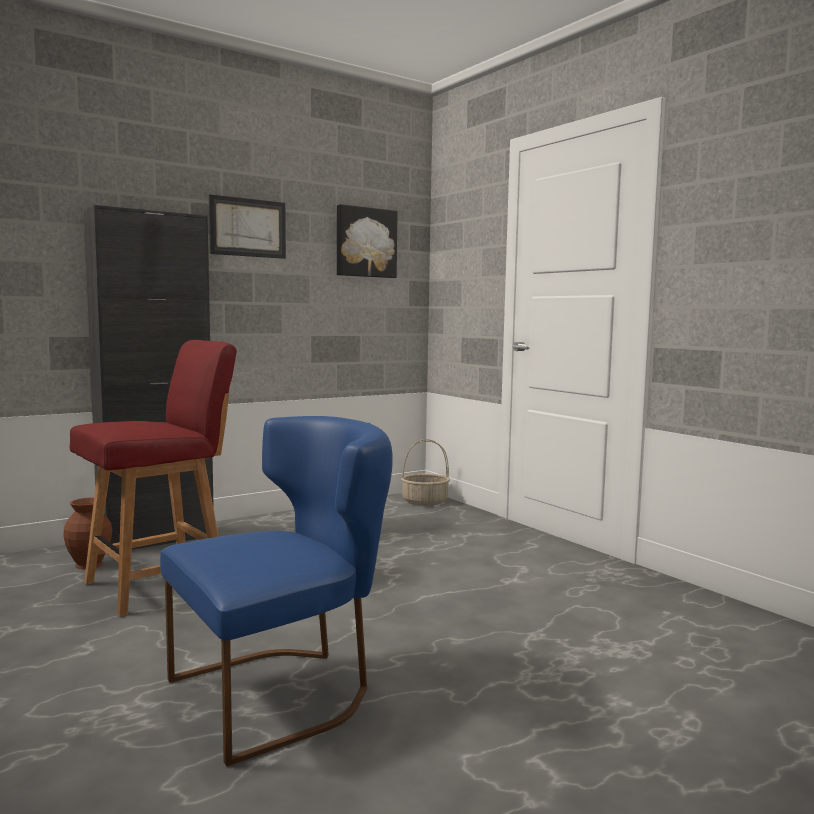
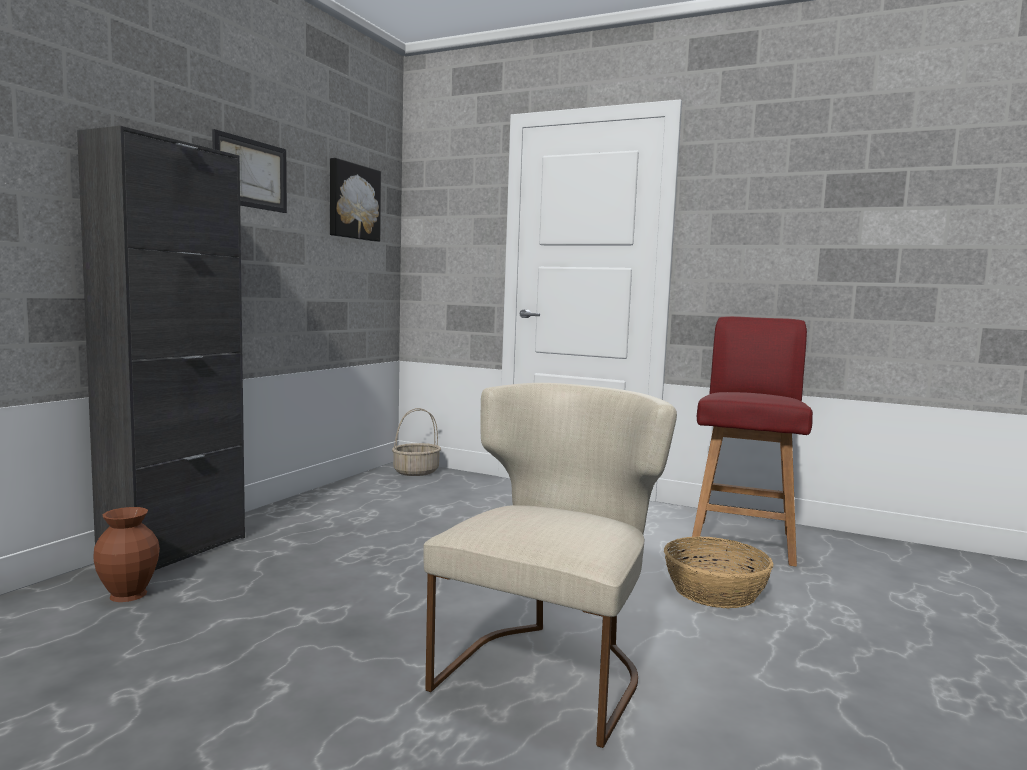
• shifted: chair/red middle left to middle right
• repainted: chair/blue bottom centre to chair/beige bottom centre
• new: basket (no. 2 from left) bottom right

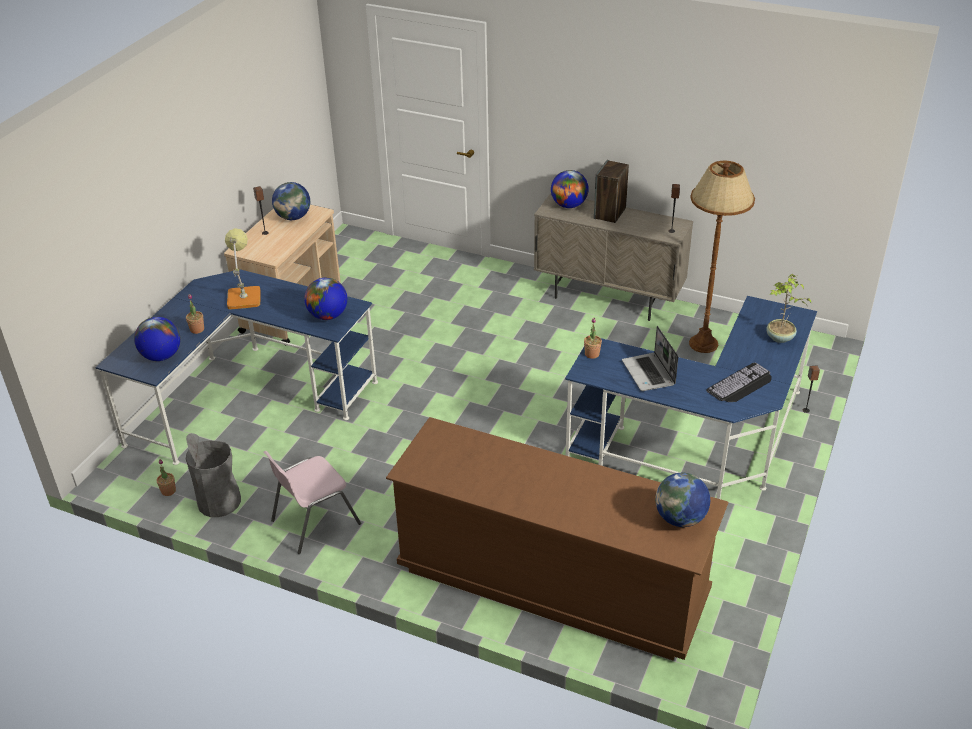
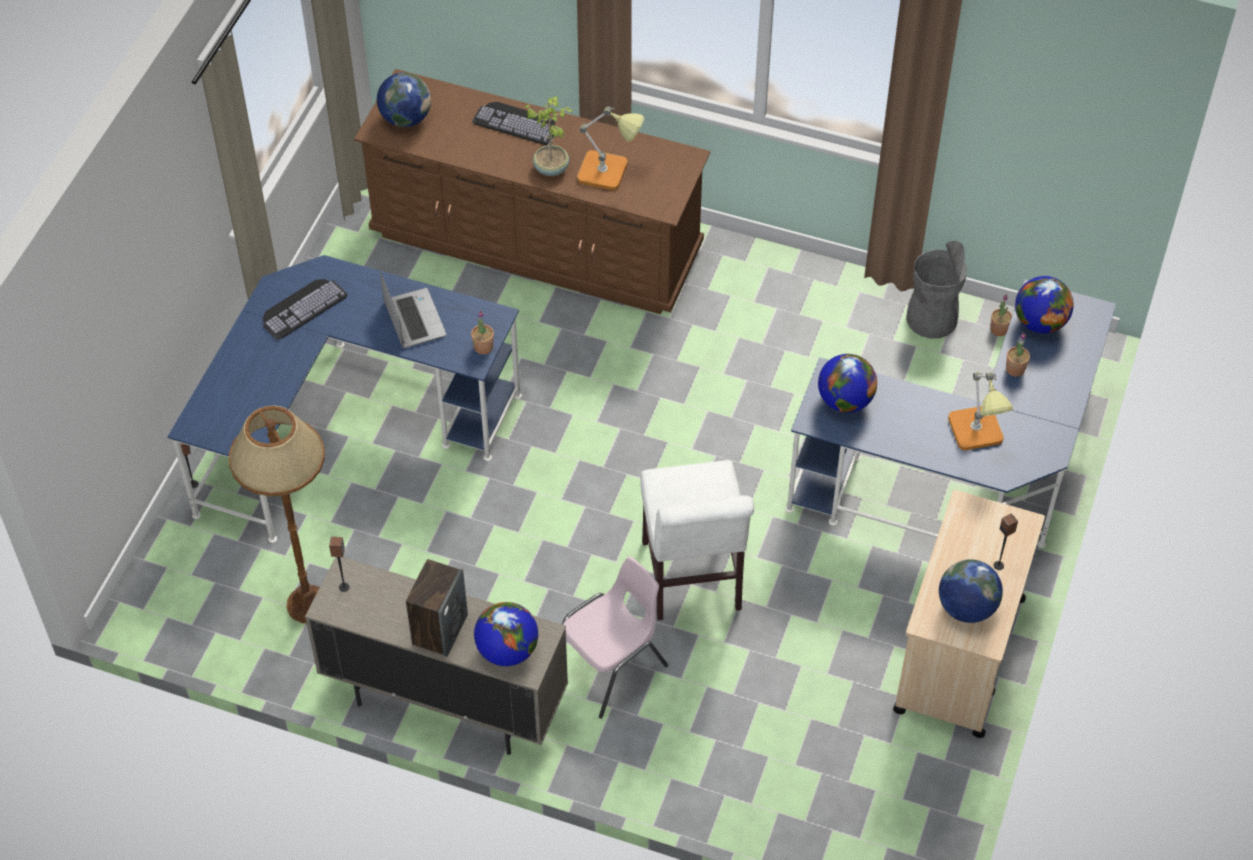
• shifted: potted plant (no. 4 from left in the first image) middle right to potted plant (no. 2 from left) top centre
• shifted: chair/pink bottom left to bottom centre
• new: keyboard (no. 2 from left) top centre
• new: table lamp (no. 1 from left) top centre
• new: chair/white centre

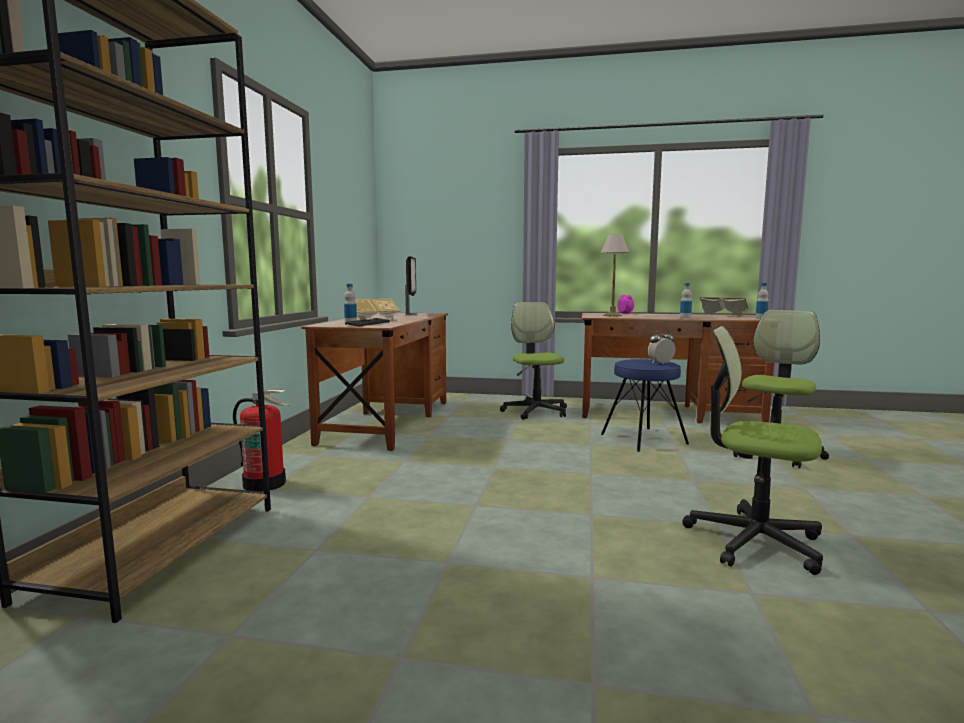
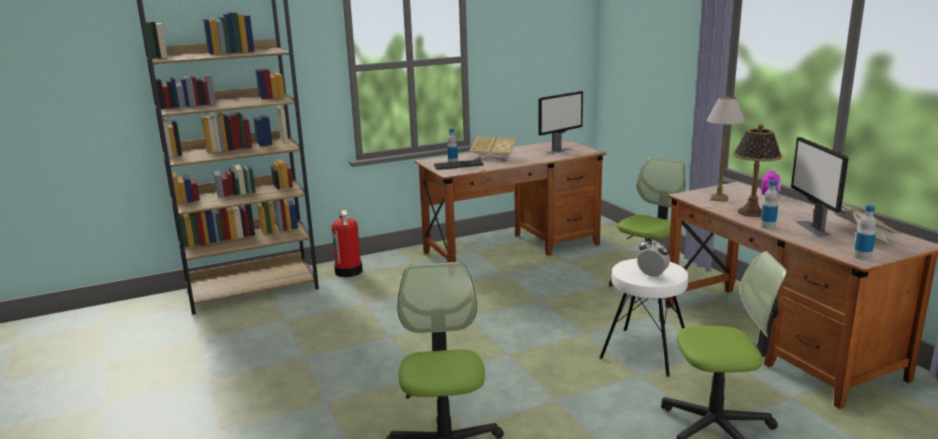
• repainted: stool/blue middle right to stool/white bottom right
• new: table lamp (no. 2 from left) middle right
• new: monitor (no. 2 from left) middle right

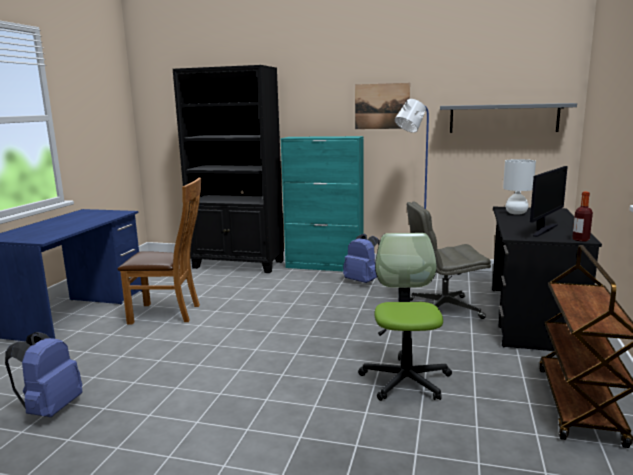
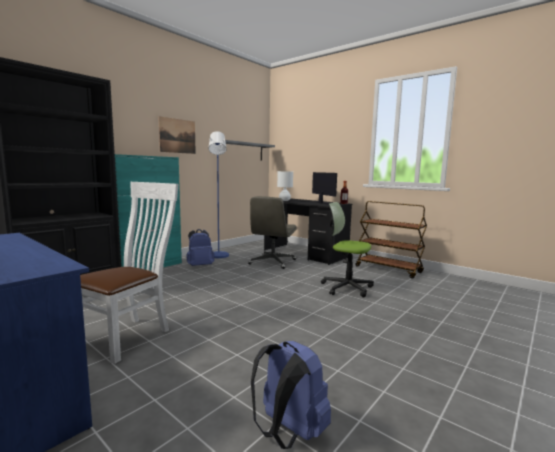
• repainted: chair/brown middle left to chair/white middle left

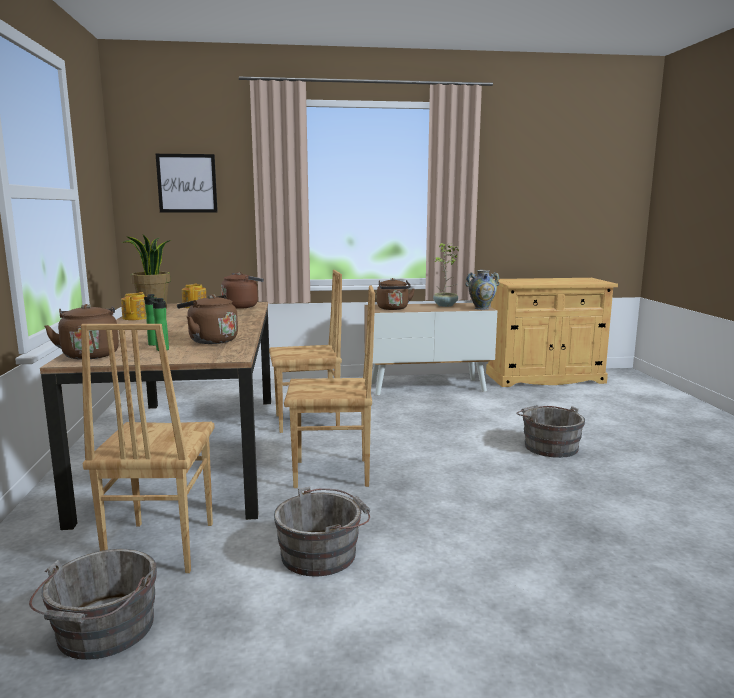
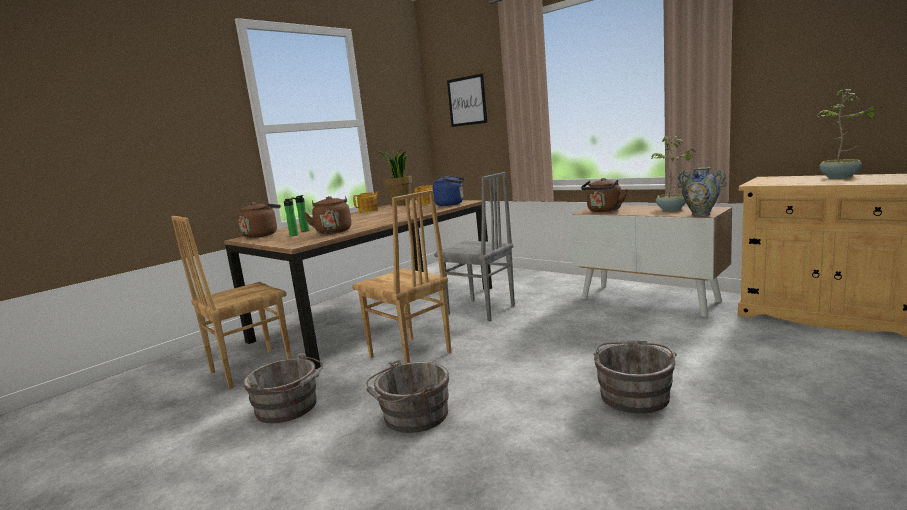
• repainted: chair/brown (no. 2 from left) centre to chair/grey centre
• repainted: kettle/brown (no. 3 from left) middle left to kettle/blue centre
• shifted: bucket/grey (no. 1 from left in the first image) bottom left to bucket/grey (no. 2 from left) bottom centre
• new: potted plant (no. 3 from left) top right

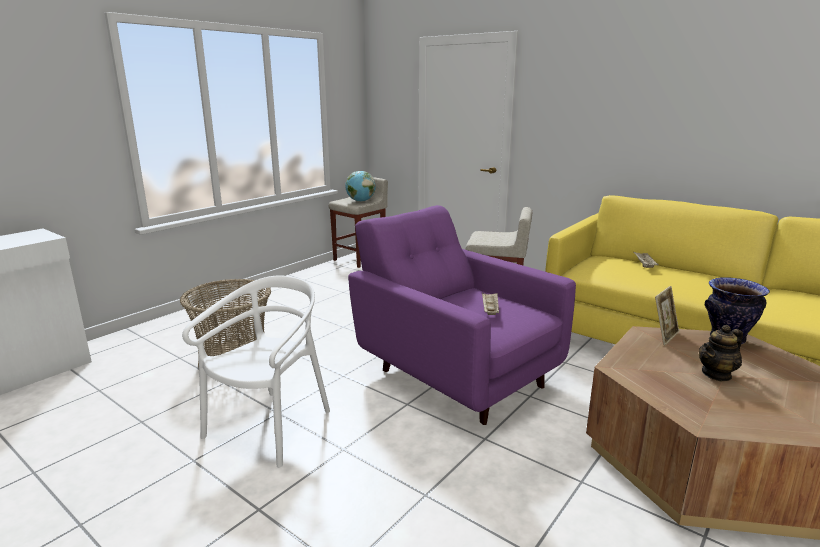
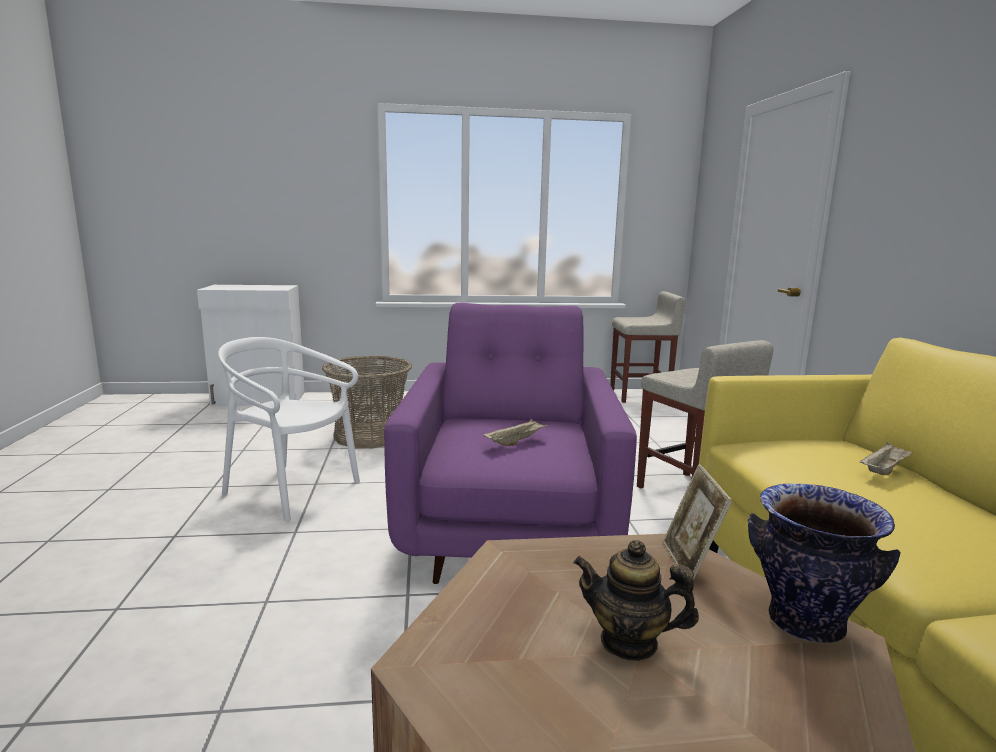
• gone: globe centre
• rotated: chair/white bottom left = middle left 135 degrees counterclockwise
• rotated: picture frame middle right = bottom right 90 degrees clockwise

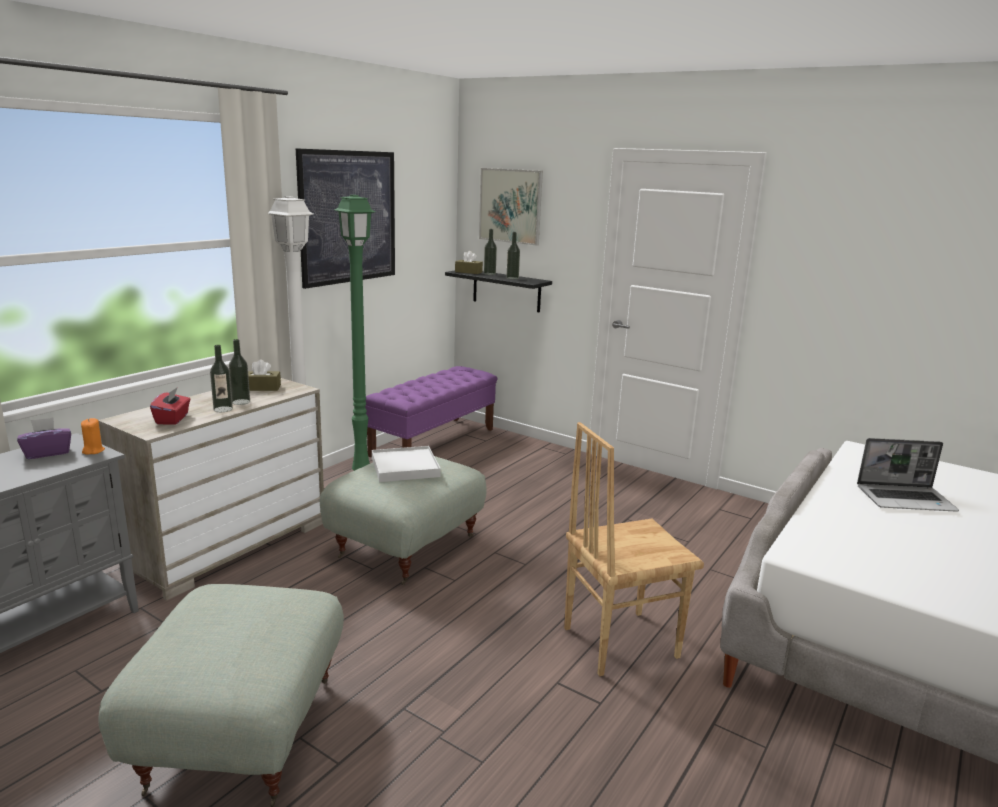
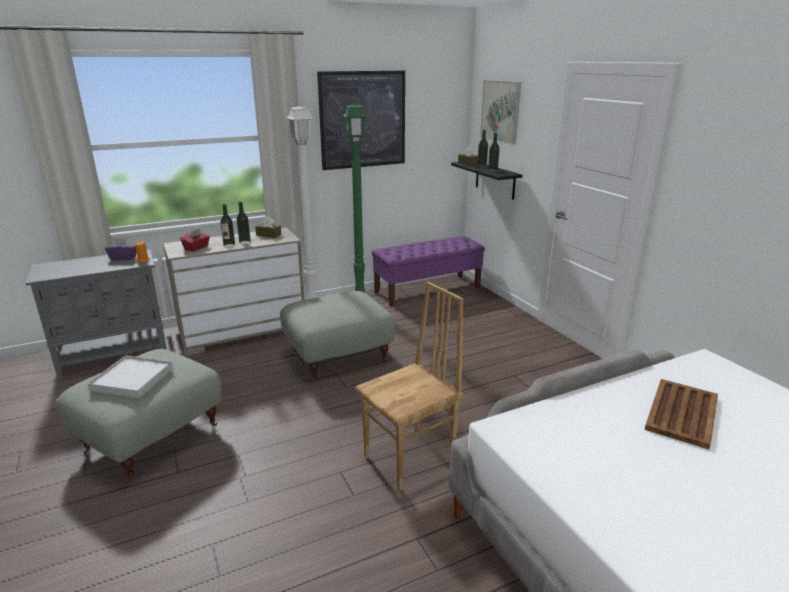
• rotated: chair/brown bottom centre = centre 135 degrees clockwise
• swapped: laptop middle right to tray/brown bottom right
• shifted: tray/white centre to middle left

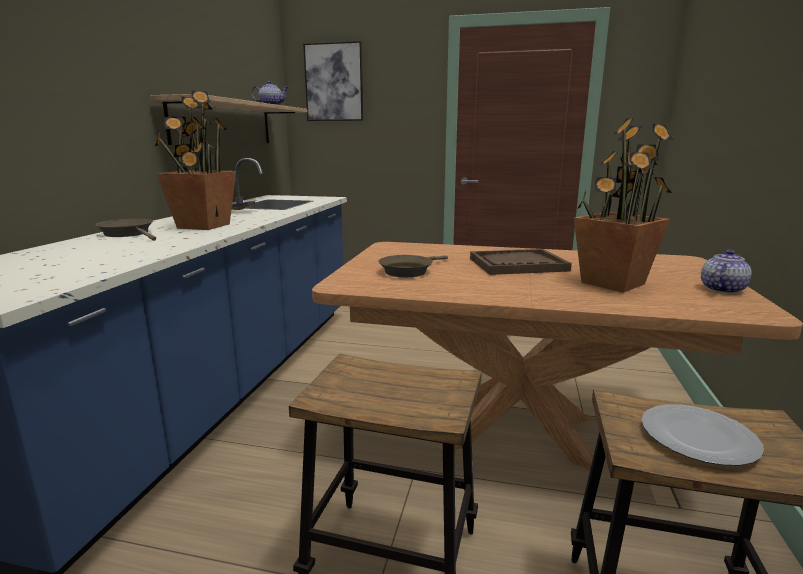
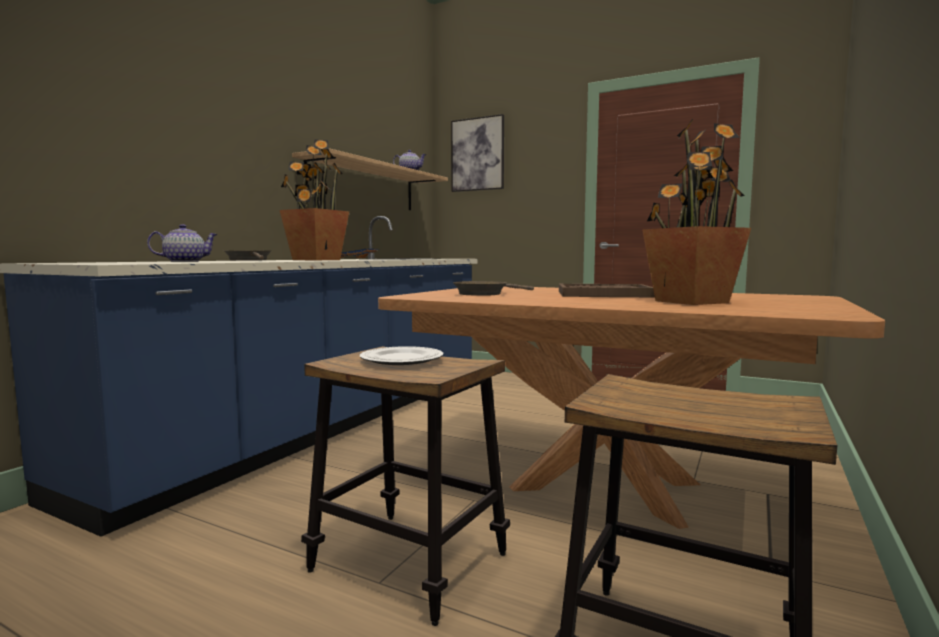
• shifted: teapot (no. 2 from left in the first image) middle right to teapot (no. 1 from left) middle left
• shifted: plate bottom right to centre

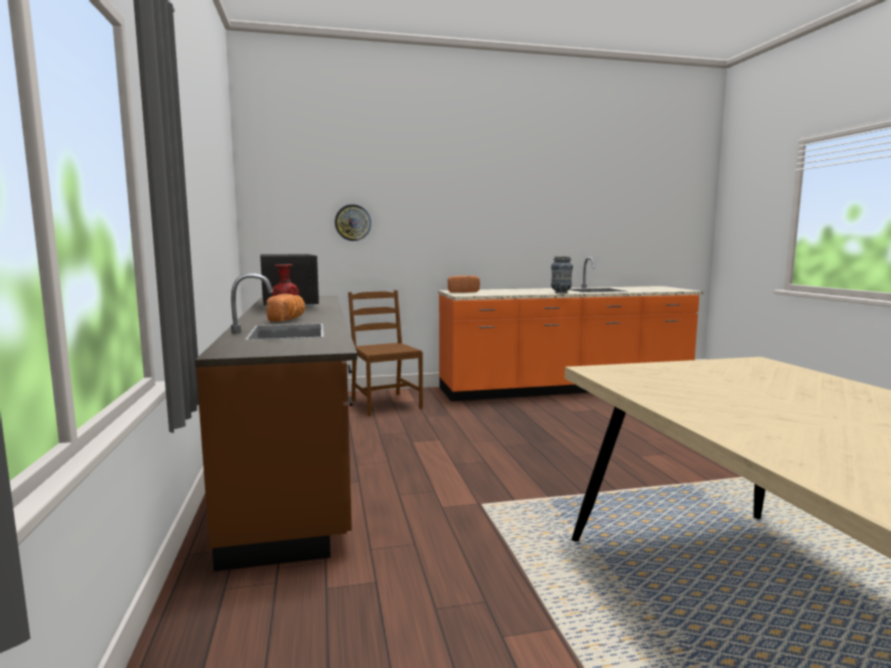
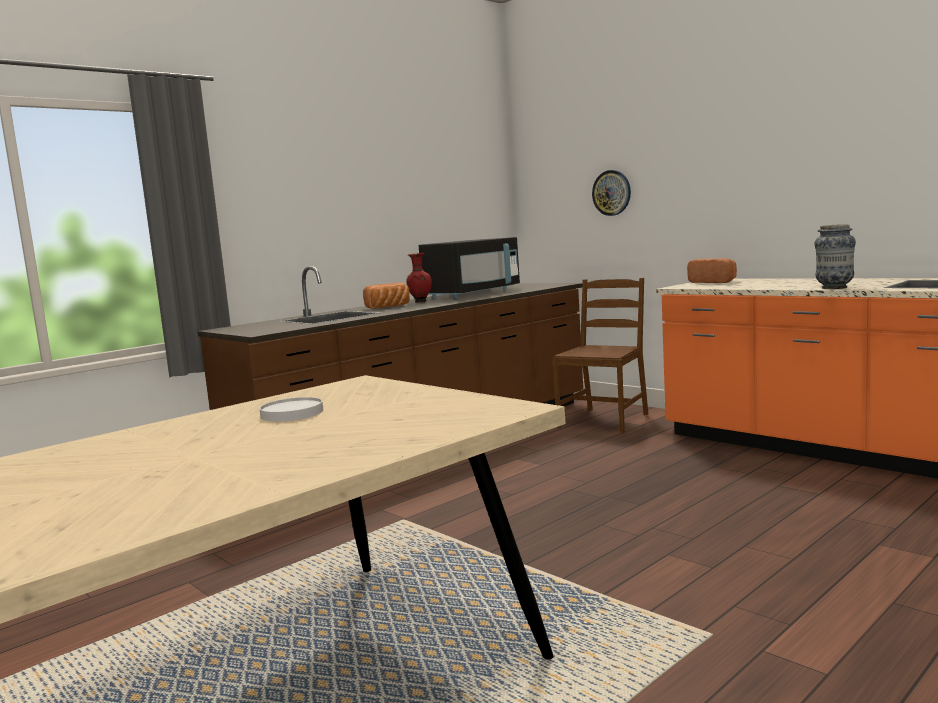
• new: plate/white middle left

